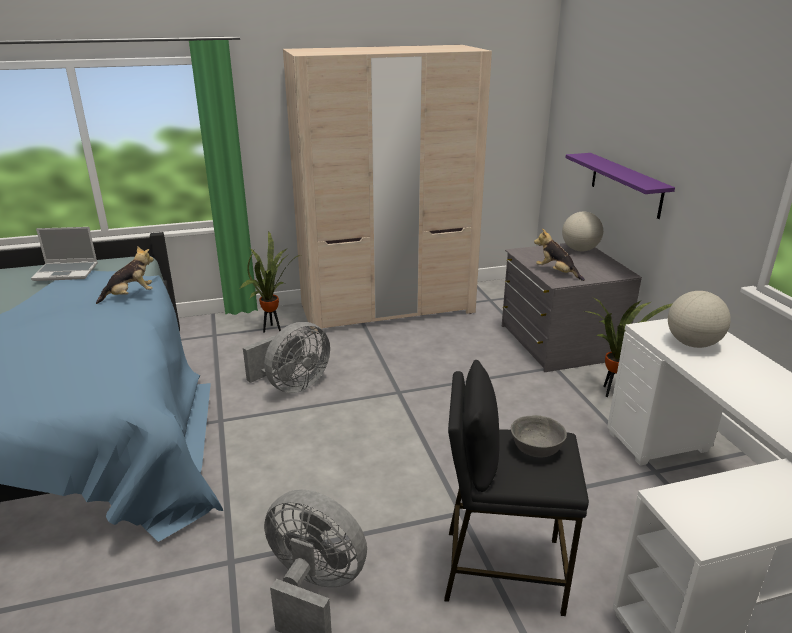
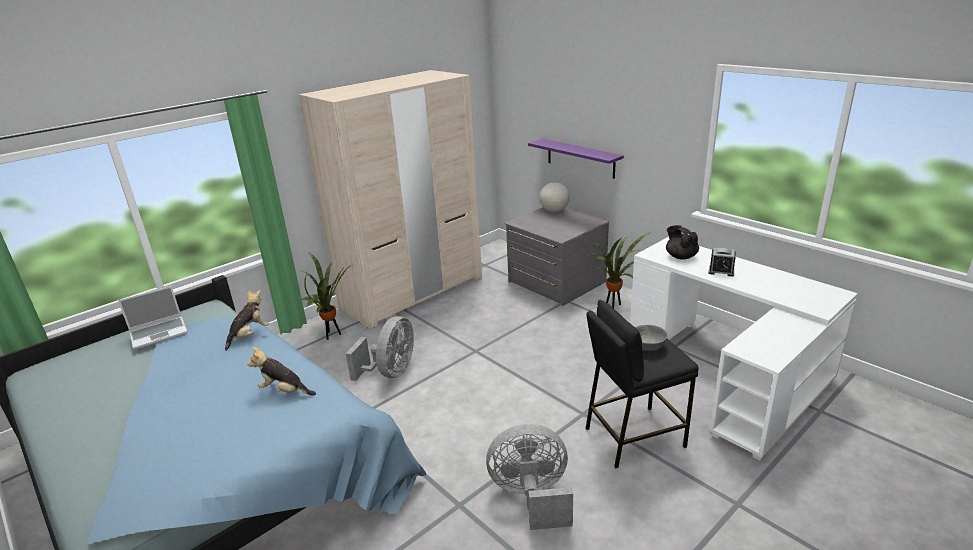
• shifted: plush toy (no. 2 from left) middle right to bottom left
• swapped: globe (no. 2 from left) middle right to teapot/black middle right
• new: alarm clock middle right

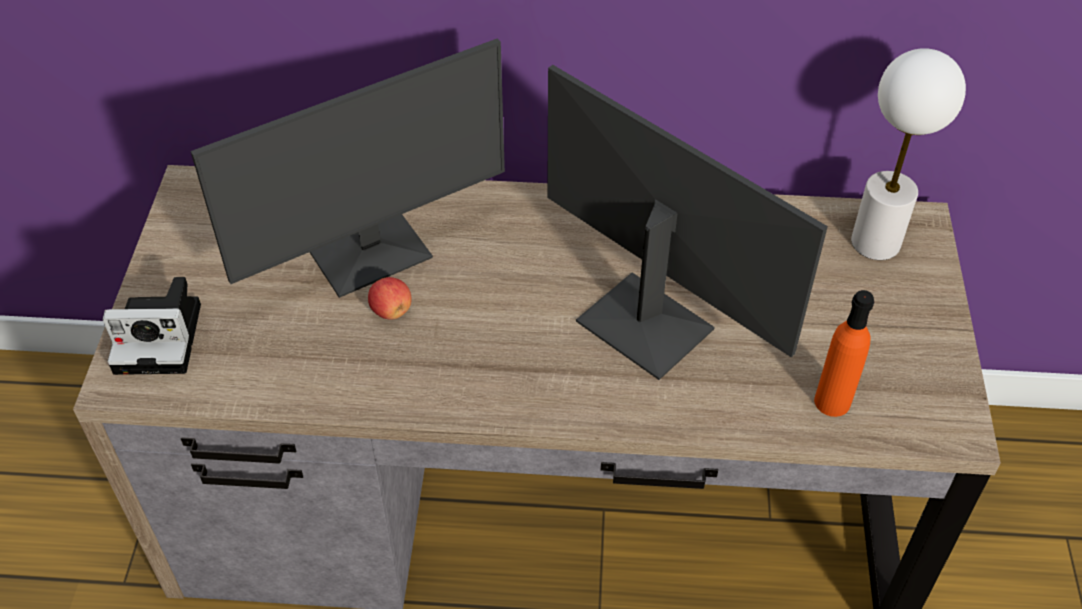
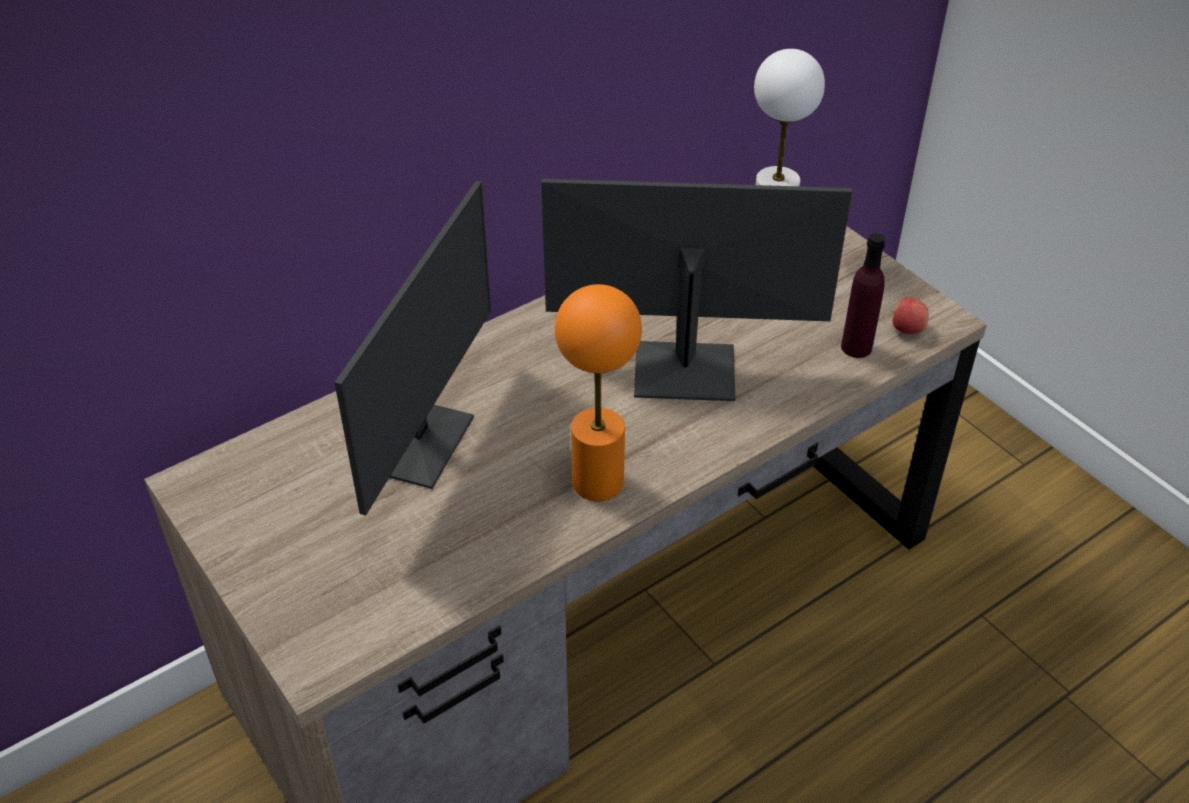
• gone: photo camera middle left
• shifted: apple centre to middle right
• repainted: bottle/orange middle right to bottle/purple middle right
• new: table lamp/orange centre

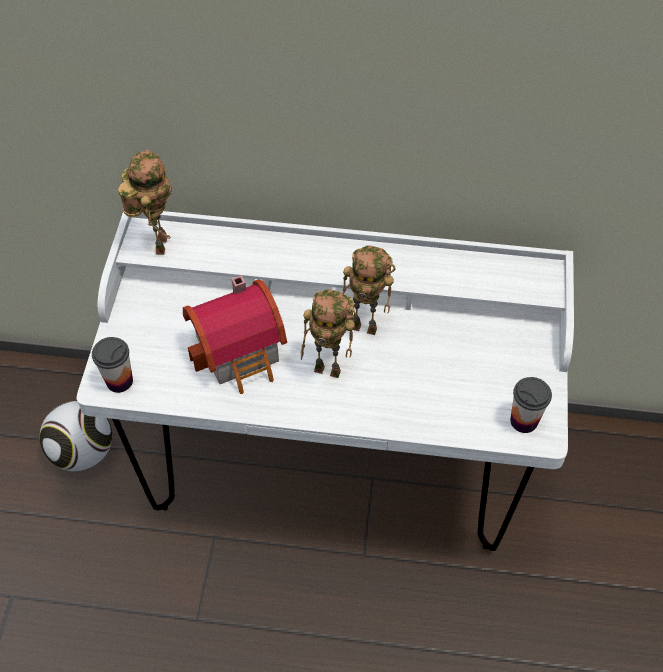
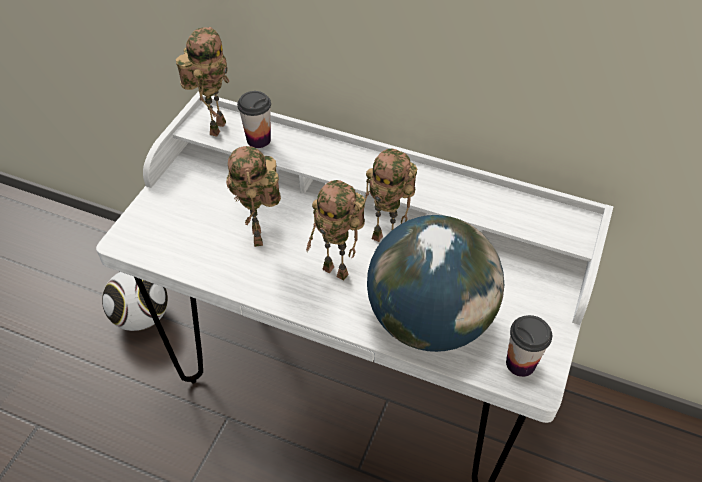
• swapped: toy house centre to toy robot (no. 2 from left) centre
• shifted: cup (no. 1 from left) middle left to top centre
• new: globe centre

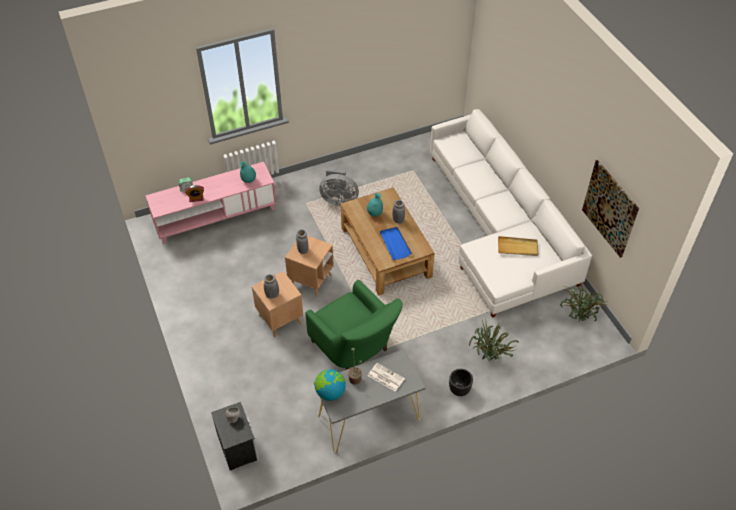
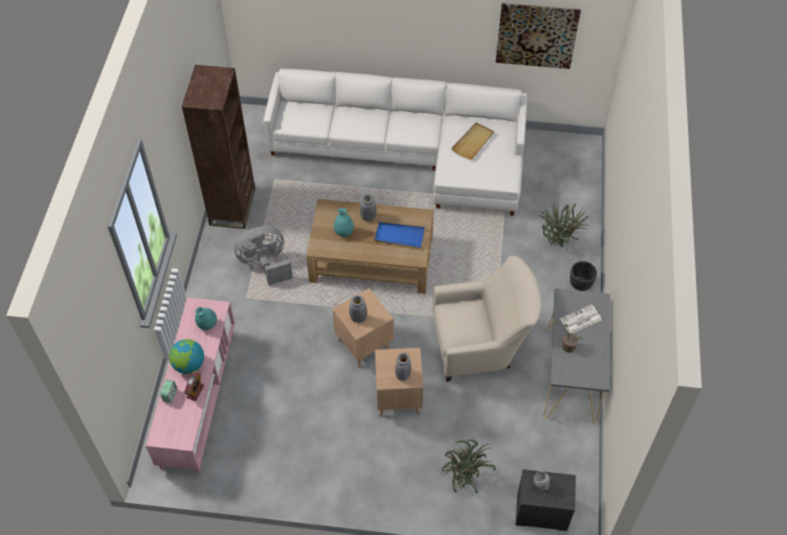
• rotated: fan/grey centre = centre 150 degrees counterclockwise
• repainted: armchair/green centre to armchair/beige centre
• shifted: potted plant (no. 3 from left in the first image) middle right to potted plant (no. 1 from left) bottom centre
• shifted: globe bottom centre to middle left
• new: bookcase/brown top left

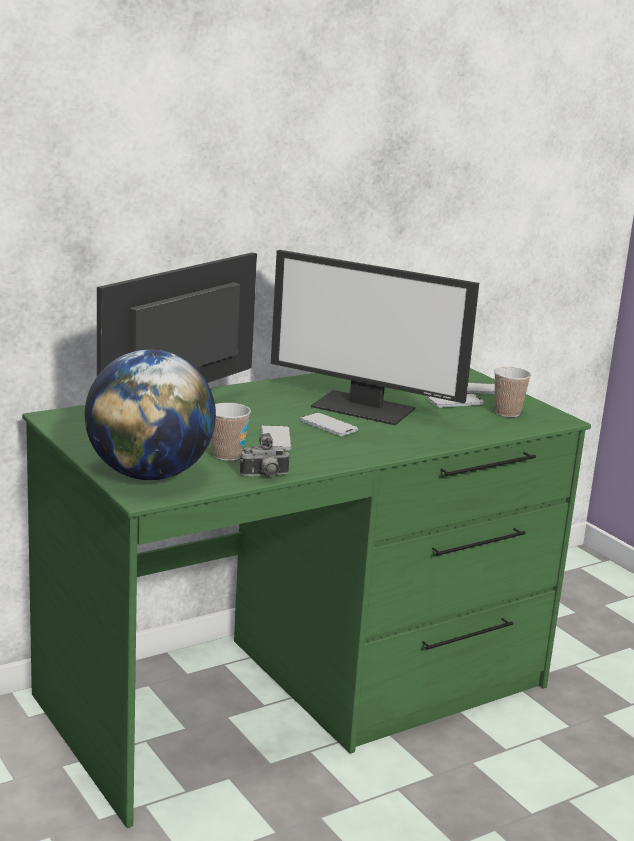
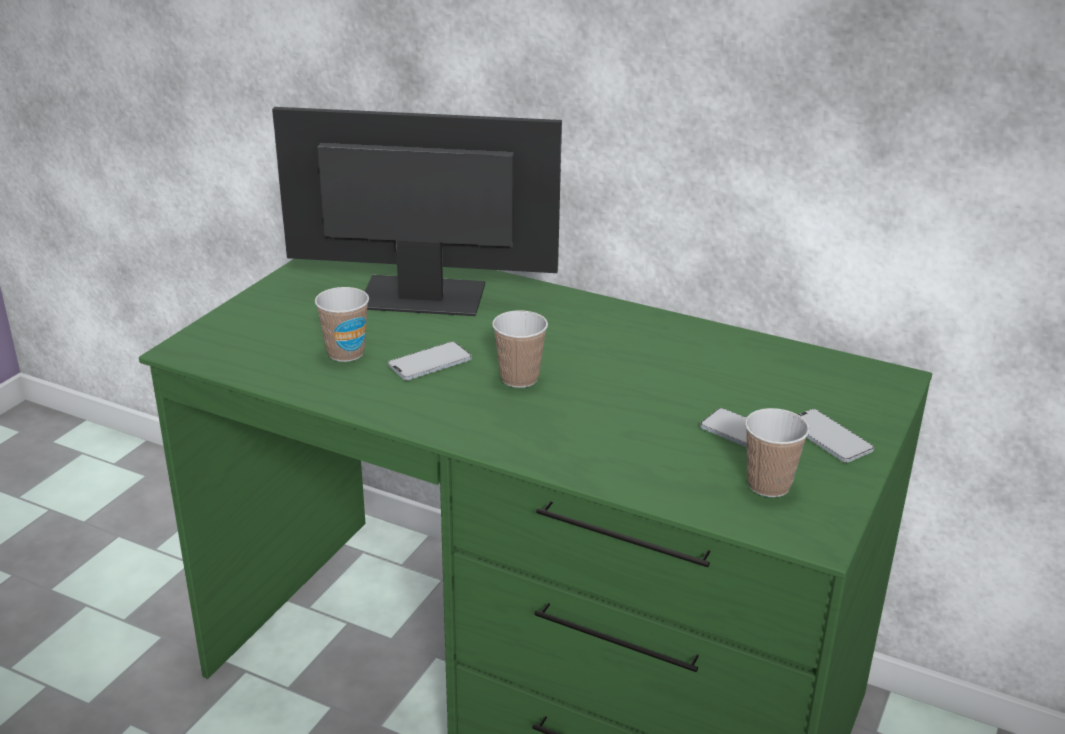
• gone: monitor (no. 2 from left) centre
• gone: globe middle left
• swapped: phone (no. 2 from left) centre to cup (no. 2 from left) centre
• gone: photo camera centre

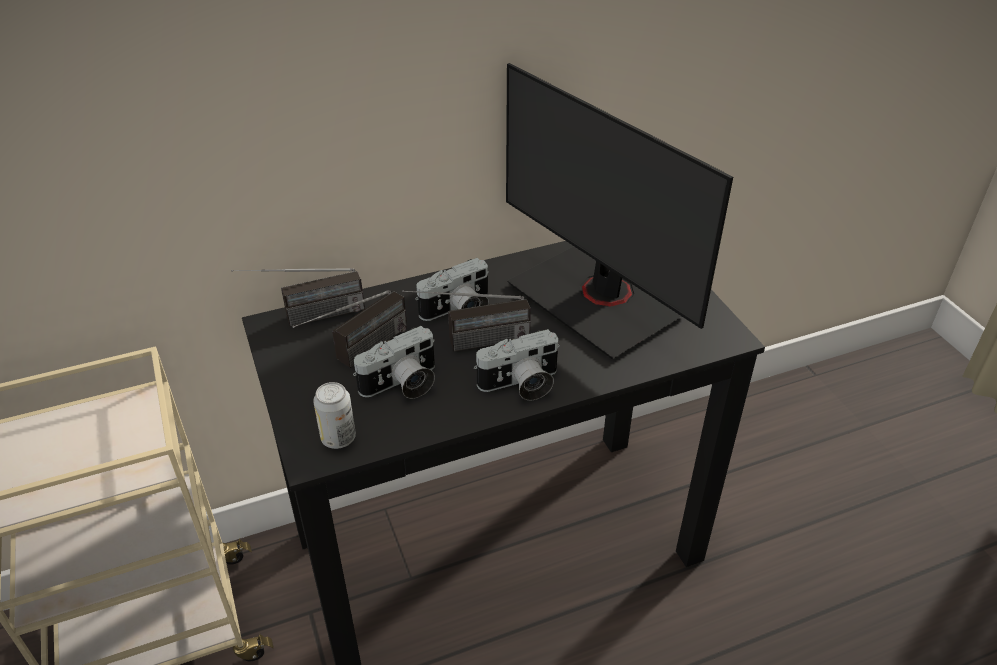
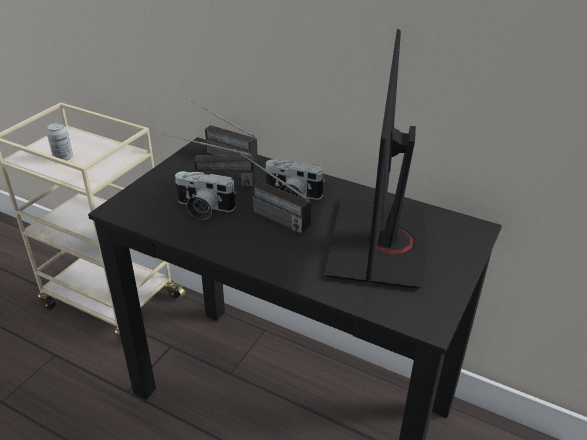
• gone: photo camera (no. 3 from left) centre
• shifted: can centre to top left

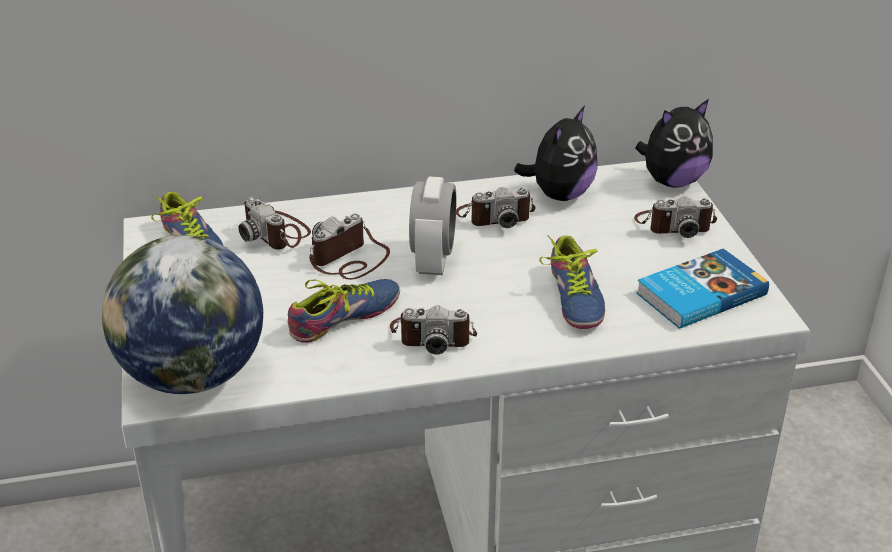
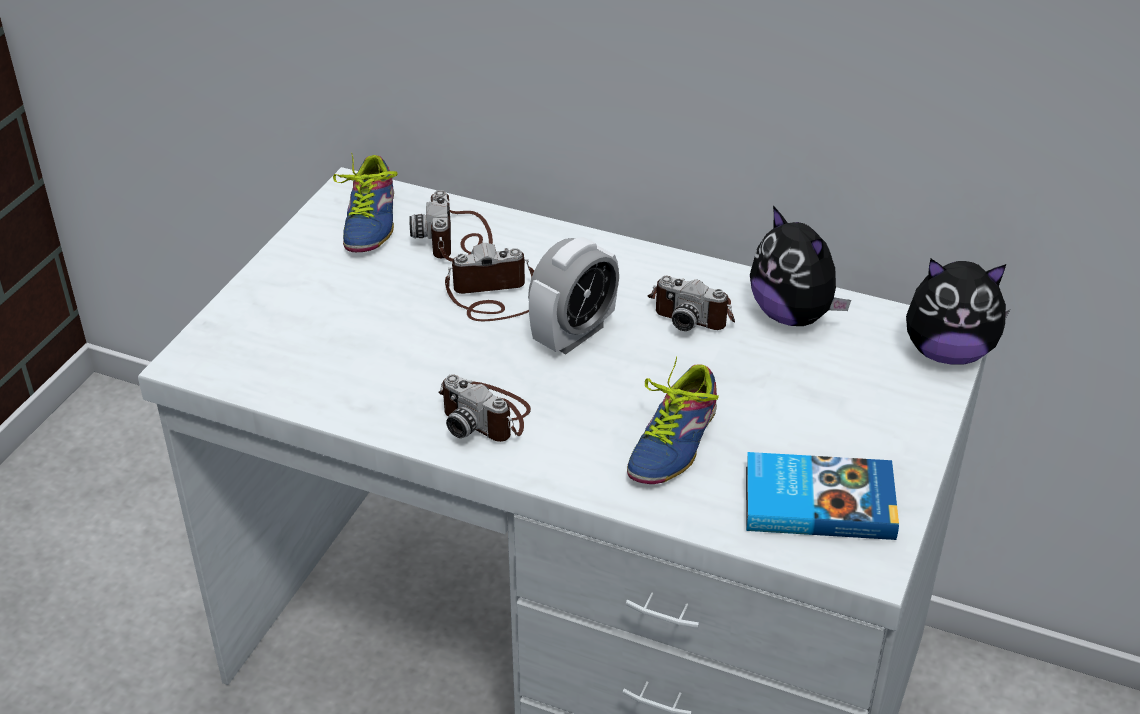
• rotated: plush toy (no. 1 from left) top centre = middle right 75 degrees clockwise
• gone: photo camera (no. 5 from left) middle right
• gone: globe middle left
• gone: shoe (no. 2 from left) centre

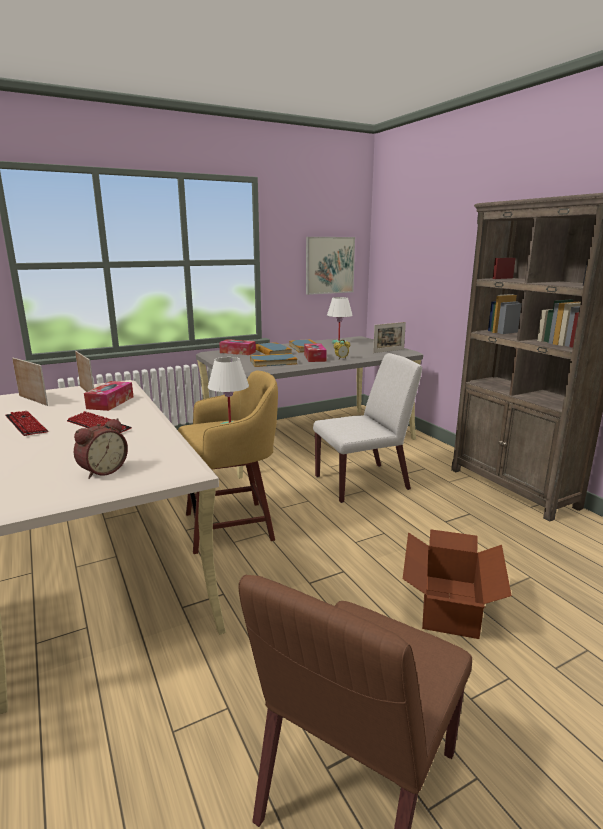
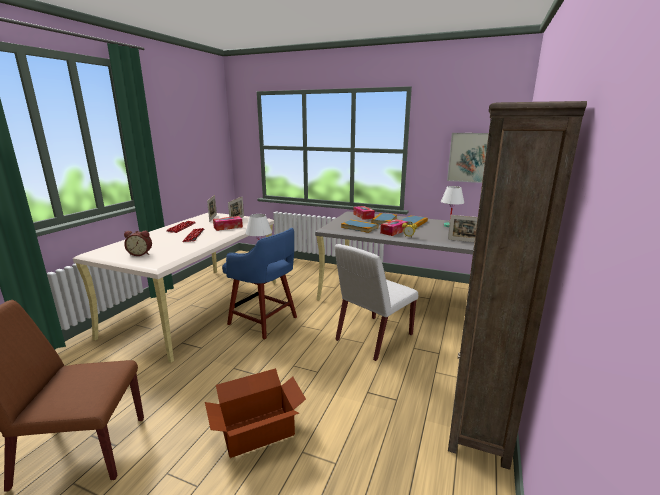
• rotated: chair/white centre = centre 105 degrees clockwise
• repainted: stool/yellow centre to stool/blue centre

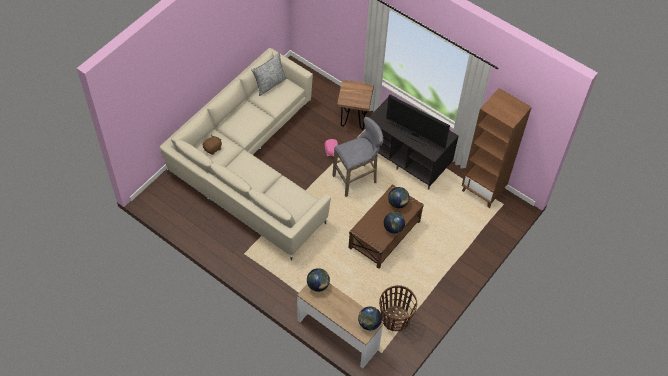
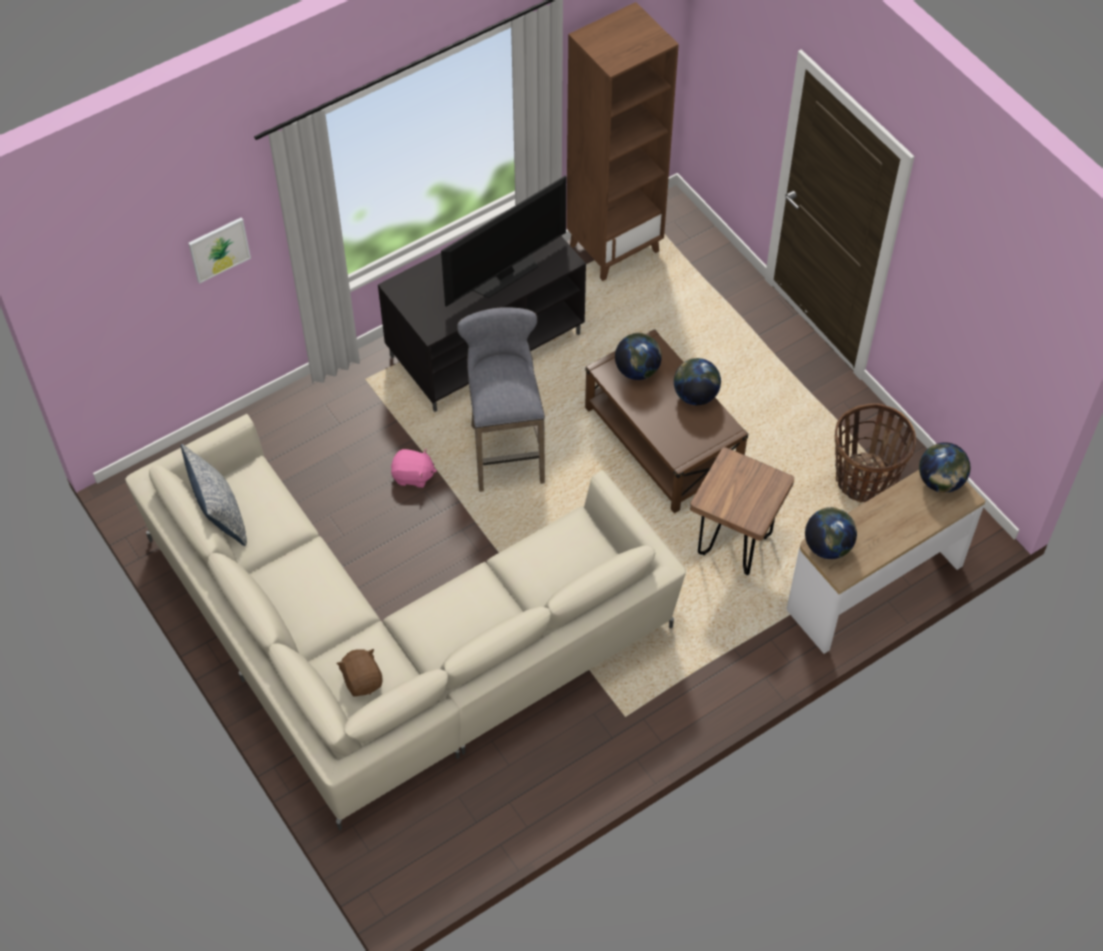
• shifted: stool/brown top centre to middle right
• new: picture top left

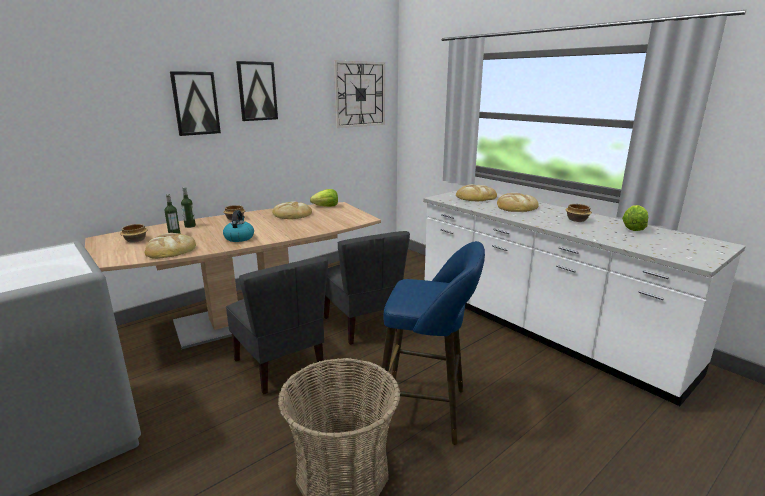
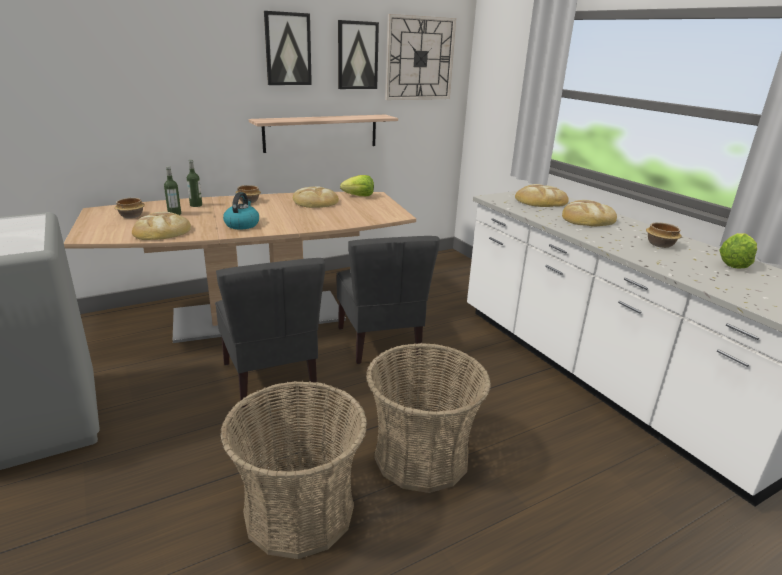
• shifted: picture (no. 1 from left in the first image) top left to picture (no. 2 from left) top centre
• swapped: stool/blue bottom centre to basket (no. 2 from left) bottom centre
• new: shelf top centre

